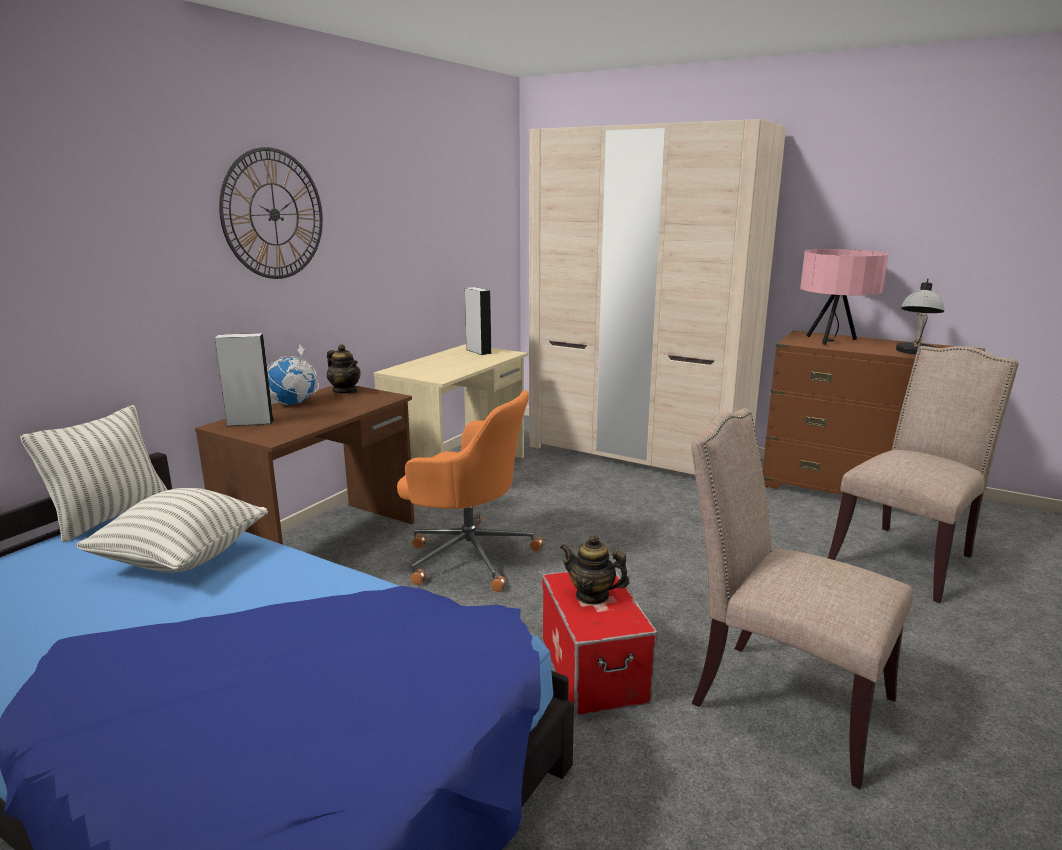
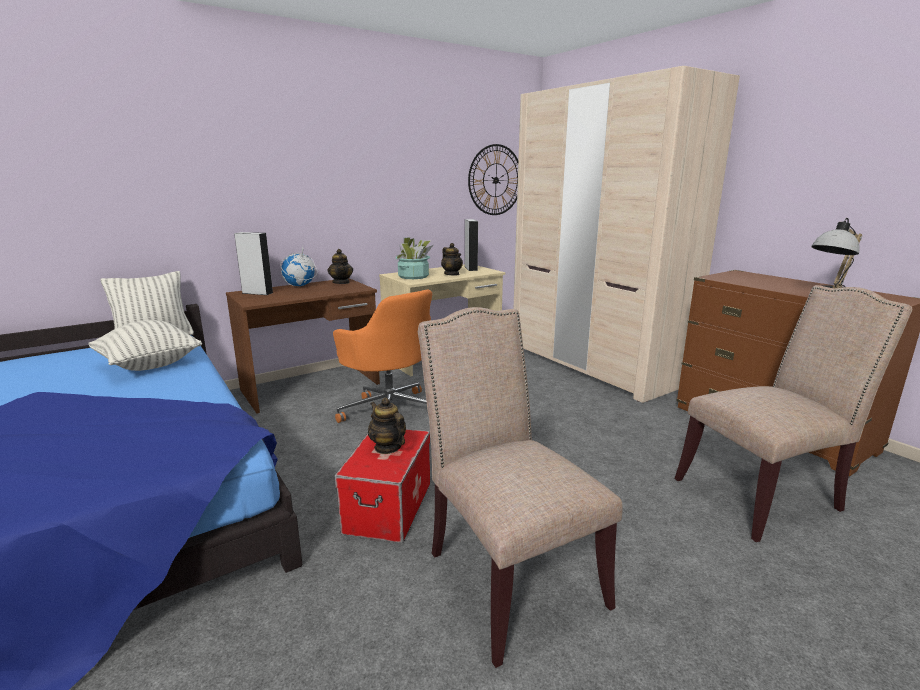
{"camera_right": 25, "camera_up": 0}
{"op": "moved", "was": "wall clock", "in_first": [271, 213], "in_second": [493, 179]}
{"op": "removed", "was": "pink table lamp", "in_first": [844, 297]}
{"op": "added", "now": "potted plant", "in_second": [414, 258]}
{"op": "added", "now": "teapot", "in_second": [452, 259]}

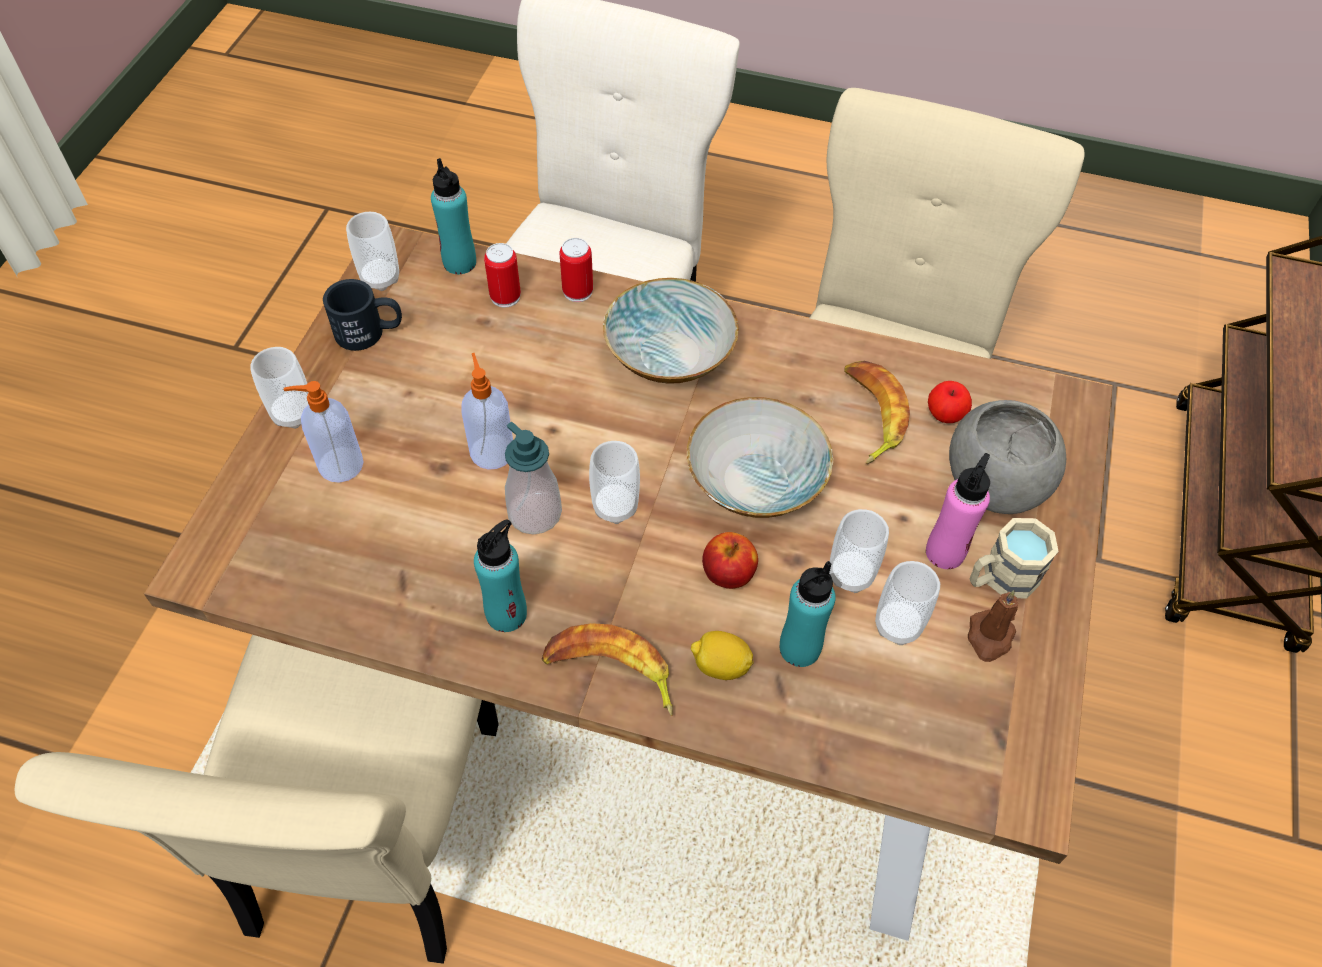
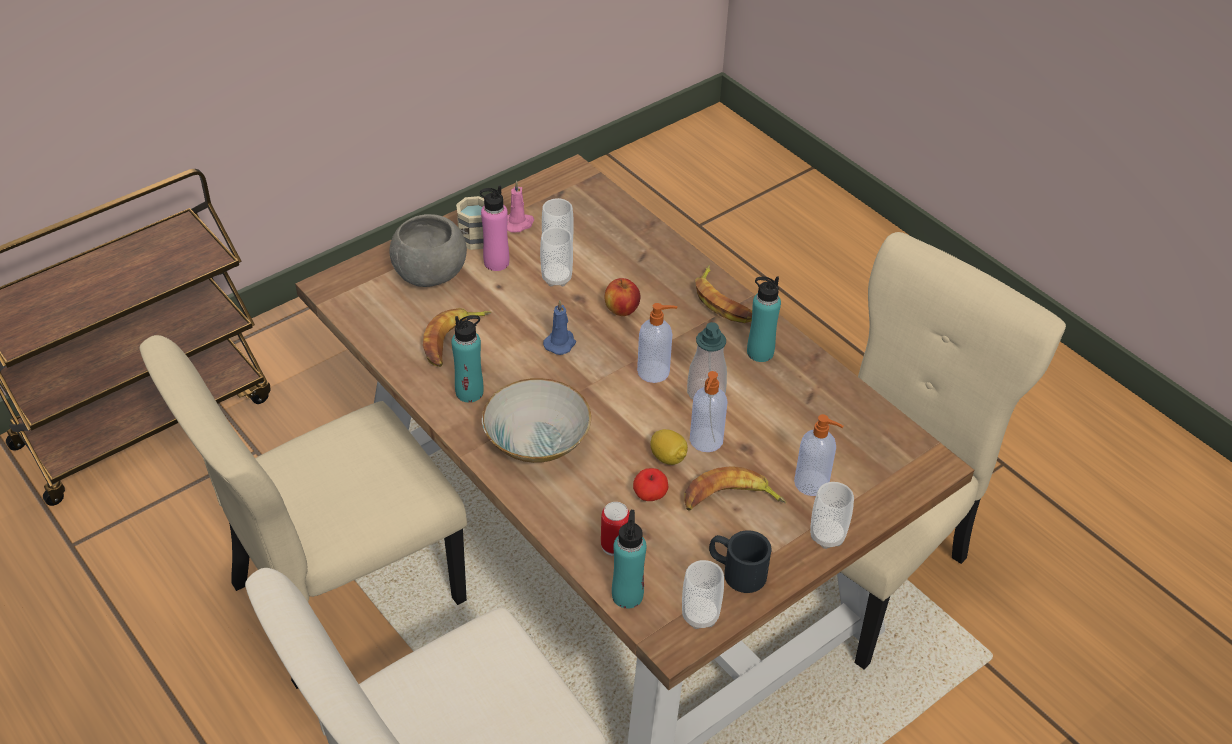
{"camera_right": -145, "camera_up": -10}
{"op": "removed", "was": "can", "in_first": [576, 270]}
{"op": "moved", "was": "apple", "in_first": [950, 402], "in_second": [650, 484]}
{"op": "replaced", "was": "bowl", "now": "blue candle", "in_first": [760, 457], "in_second": [559, 327]}
{"op": "replaced", "was": "cup", "now": "soap dispenser", "in_first": [614, 482], "in_second": [657, 343]}
{"op": "moved", "was": "turquoise bottle", "in_first": [808, 614], "in_second": [467, 358]}
{"op": "recoloured", "was": "brown candle", "now": "pink candle", "in_first": [993, 626], "in_second": [520, 207]}
{"op": "moved", "was": "lemon", "in_first": [722, 655], "in_second": [669, 447]}
{"op": "added", "now": "banana", "in_second": [735, 488]}

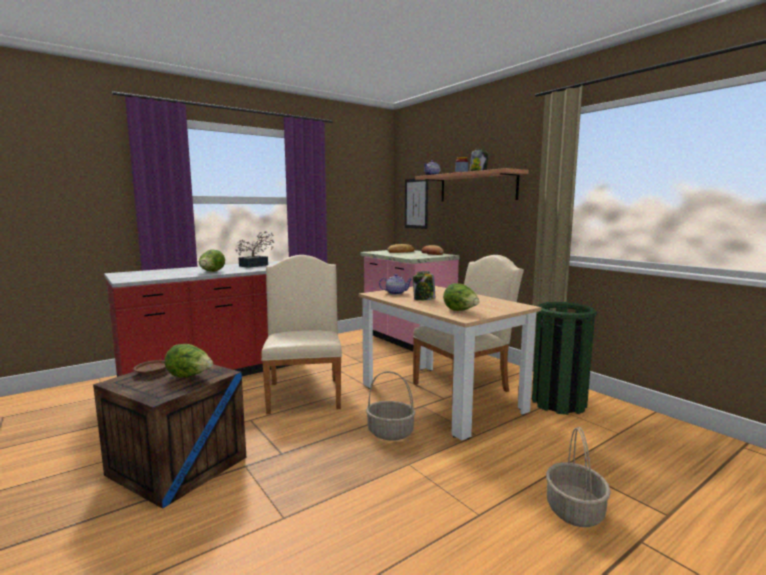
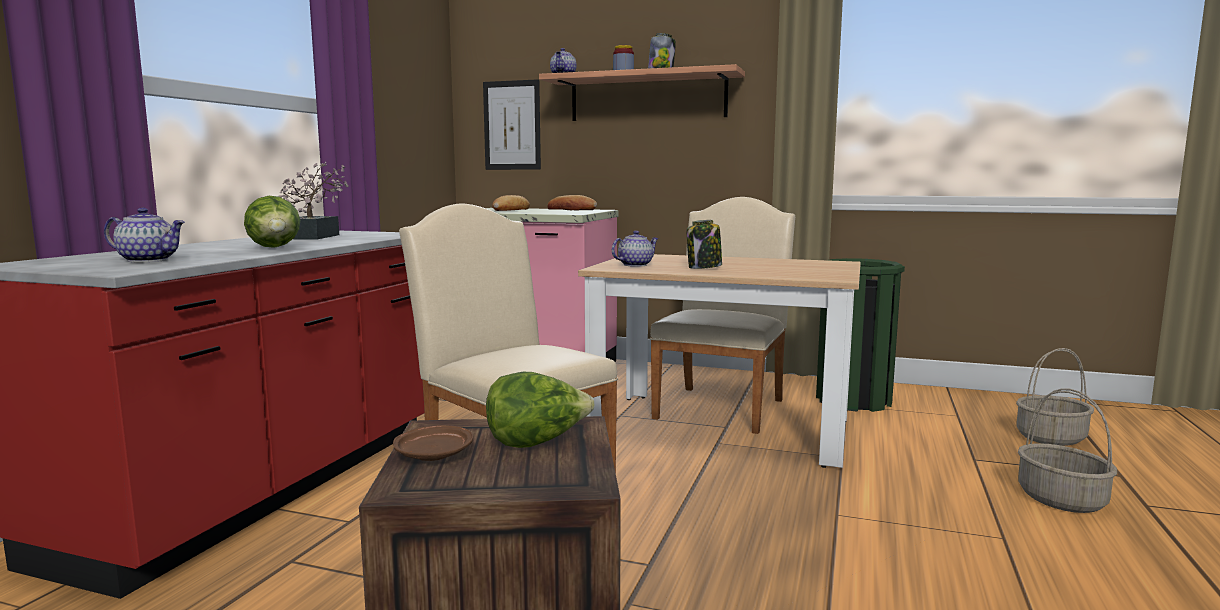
{"camera_right": -35, "camera_up": 0}
{"op": "removed", "was": "lettuce", "in_first": [461, 297]}
{"op": "moved", "was": "basket", "in_first": [390, 406], "in_second": [1055, 397]}
{"op": "added", "now": "teapot", "in_second": [144, 235]}

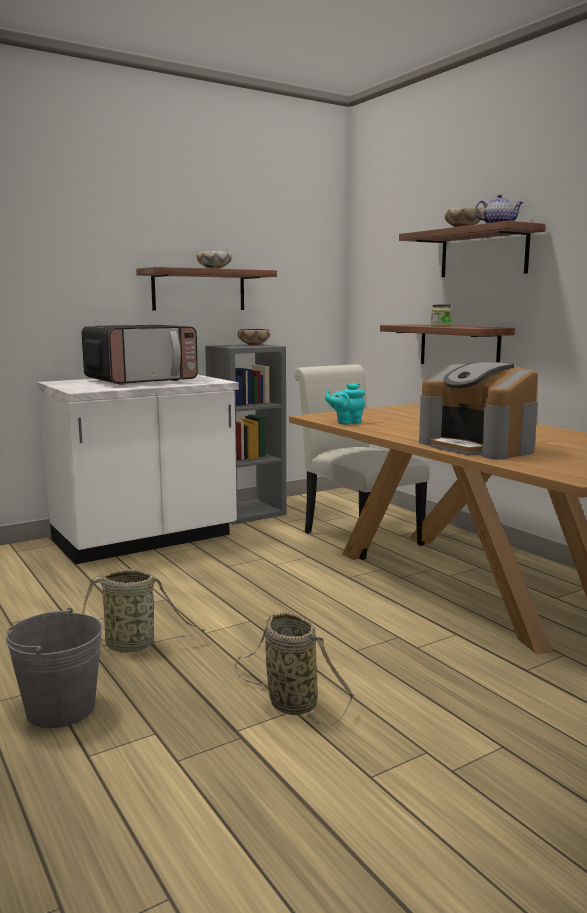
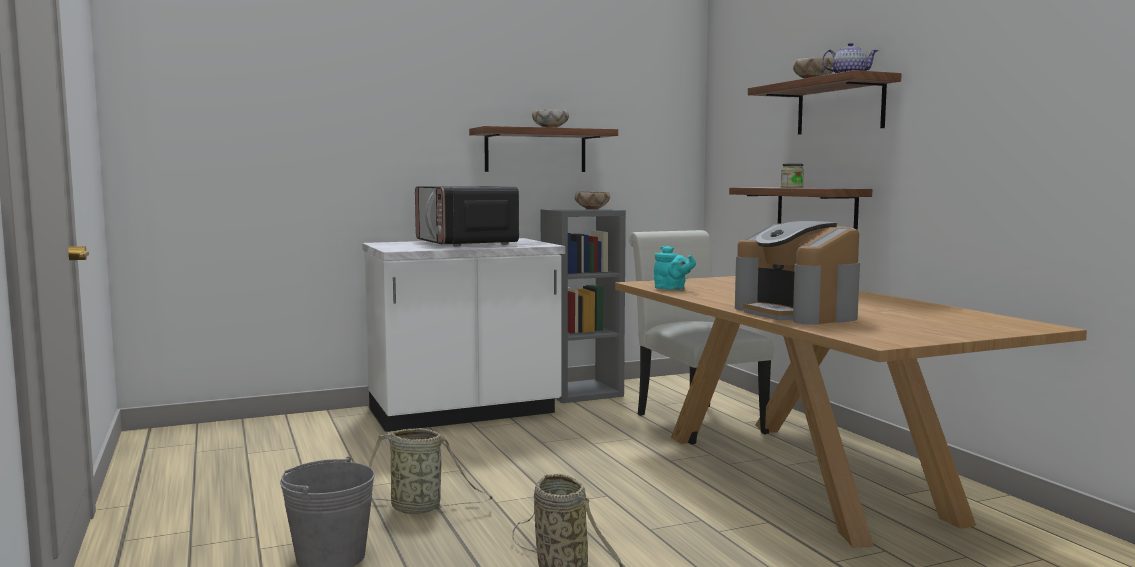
{"camera_right": 10, "camera_up": -5}
{"op": "turned", "was": "microwave", "in_first": [139, 355], "in_second": [467, 216], "clockwise": 90}
{"op": "turned", "was": "turquoise teapot", "in_first": [345, 404], "in_second": [675, 268], "clockwise": -135}

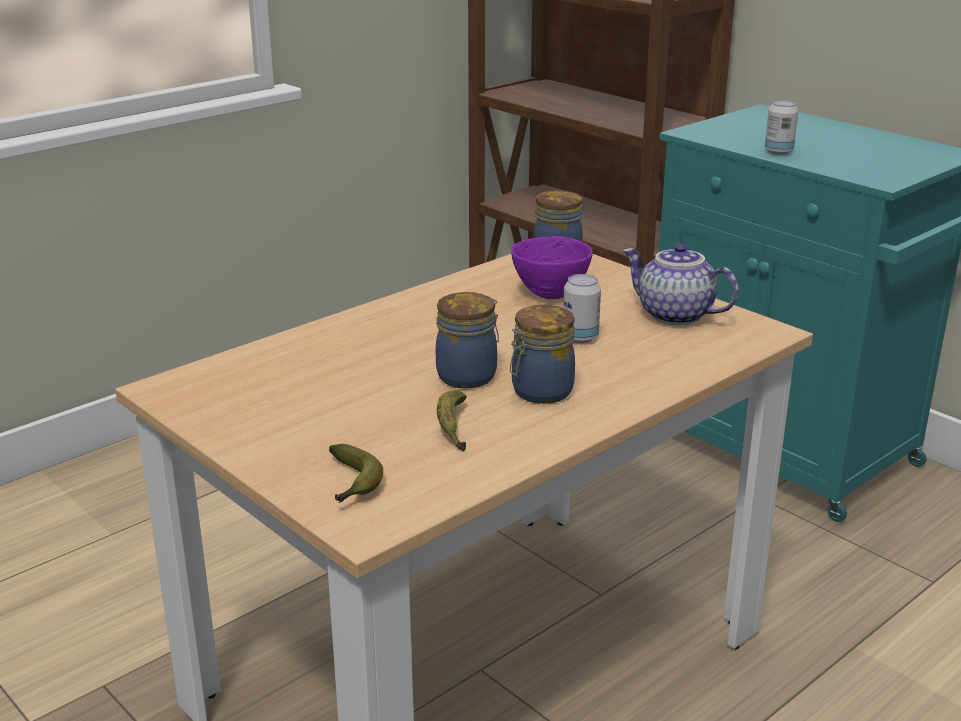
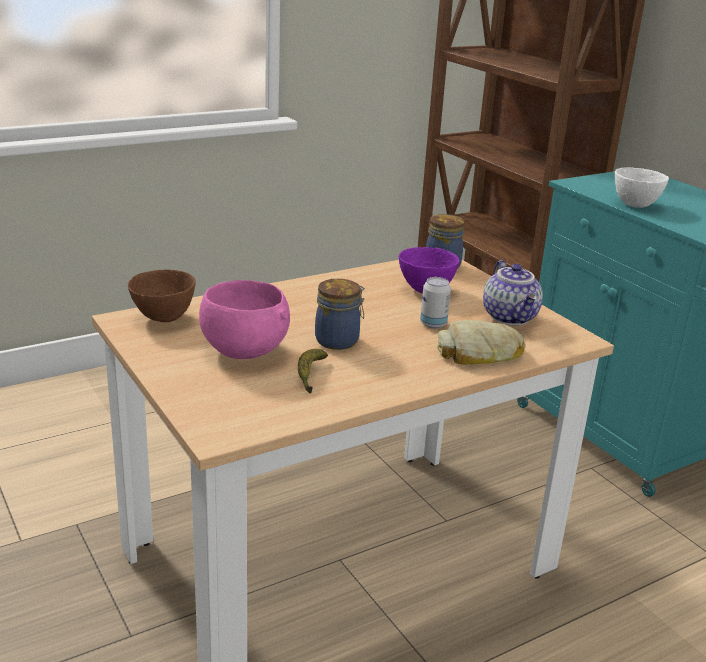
{"camera_right": 10, "camera_up": 0}
{"op": "replaced", "was": "can", "now": "white bowl", "in_first": [781, 127], "in_second": [642, 187]}
{"op": "turned", "was": "teapot", "in_first": [680, 284], "in_second": [513, 292], "clockwise": -150}
{"op": "removed", "was": "jar", "in_first": [542, 354]}
{"op": "removed", "was": "banana", "in_first": [356, 473]}
{"op": "added", "now": "brown bowl", "in_second": [162, 295]}
{"op": "added", "now": "pink bowl", "in_second": [244, 319]}
{"op": "added", "now": "bread", "in_second": [481, 342]}

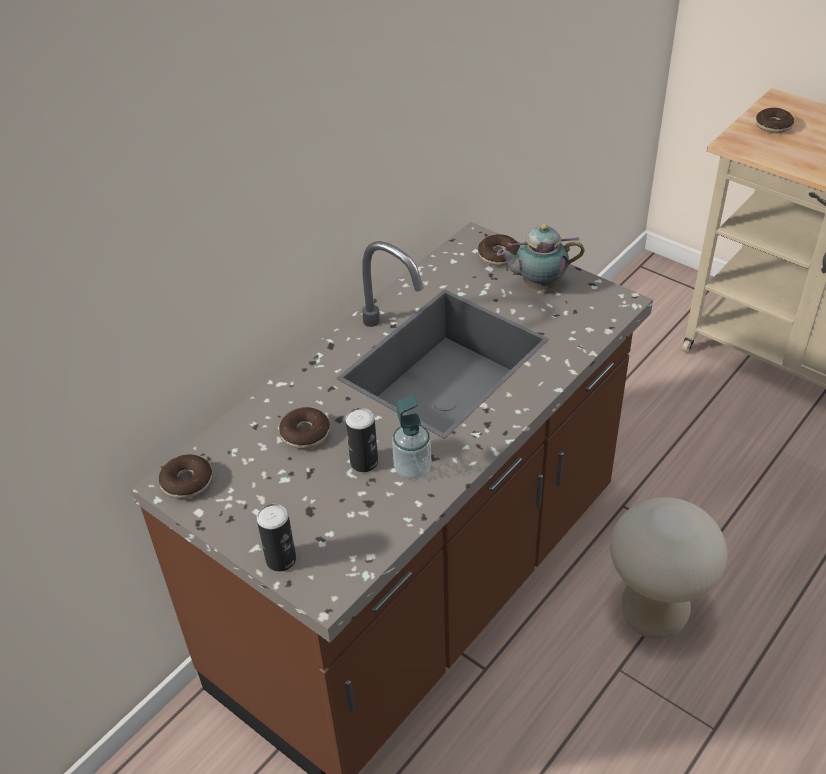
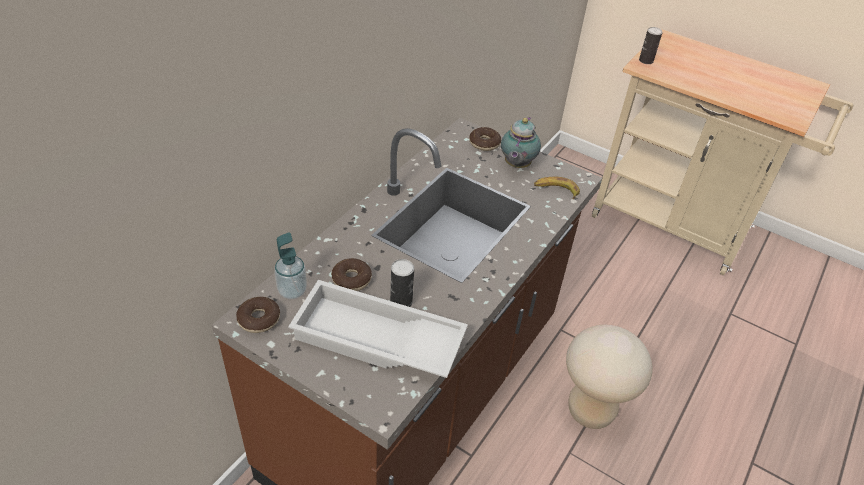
{"camera_right": -10, "camera_up": 0}
{"op": "removed", "was": "donut", "in_first": [775, 121]}
{"op": "turned", "was": "teapot", "in_first": [540, 257], "in_second": [521, 142], "clockwise": -60}
{"op": "moved", "was": "soap dispenser", "in_first": [412, 437], "in_second": [290, 265]}
{"op": "moved", "was": "can", "in_first": [276, 538], "in_second": [651, 45]}
{"op": "added", "now": "banana", "in_second": [557, 188]}
{"op": "added", "now": "white tray", "in_second": [378, 329]}

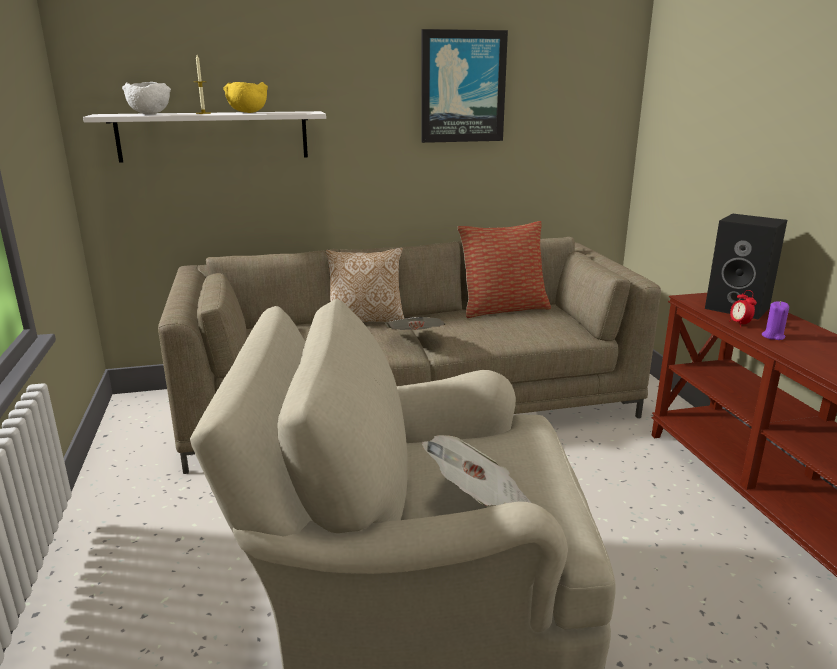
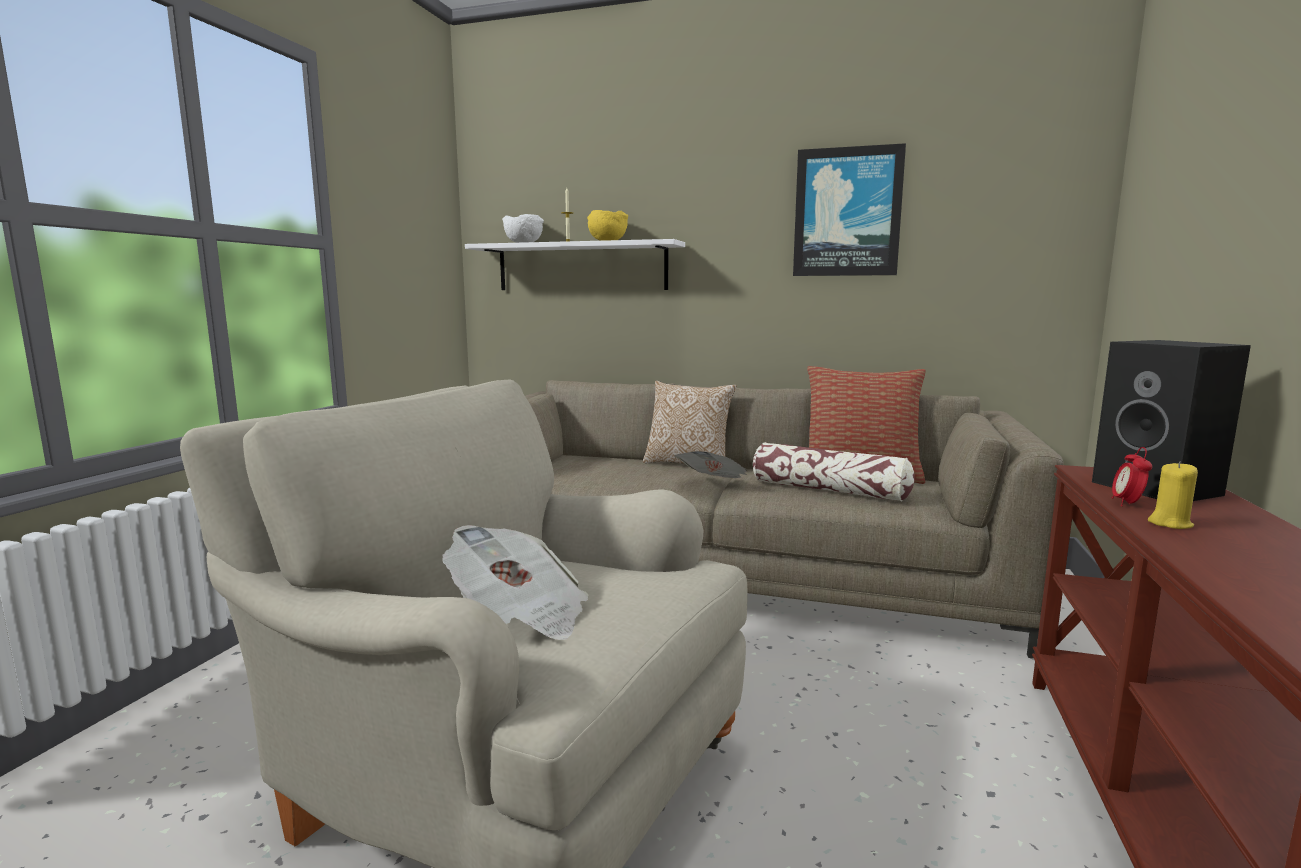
{"camera_right": 30, "camera_up": -10}
{"op": "recoloured", "was": "purple candle", "now": "yellow candle", "in_first": [775, 320], "in_second": [1173, 495]}
{"op": "added", "now": "pillow", "in_second": [834, 471]}

